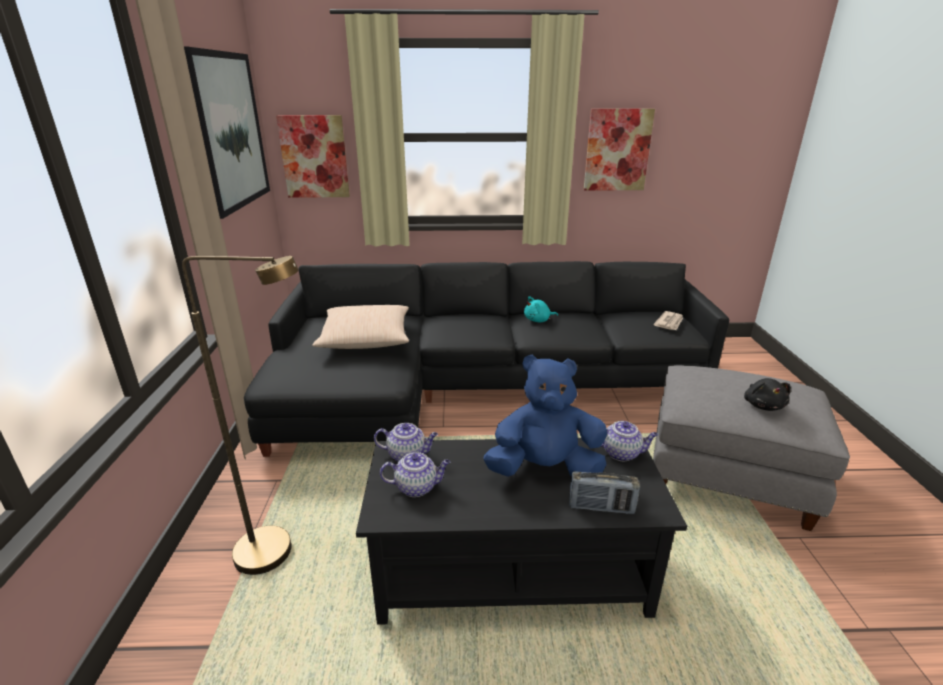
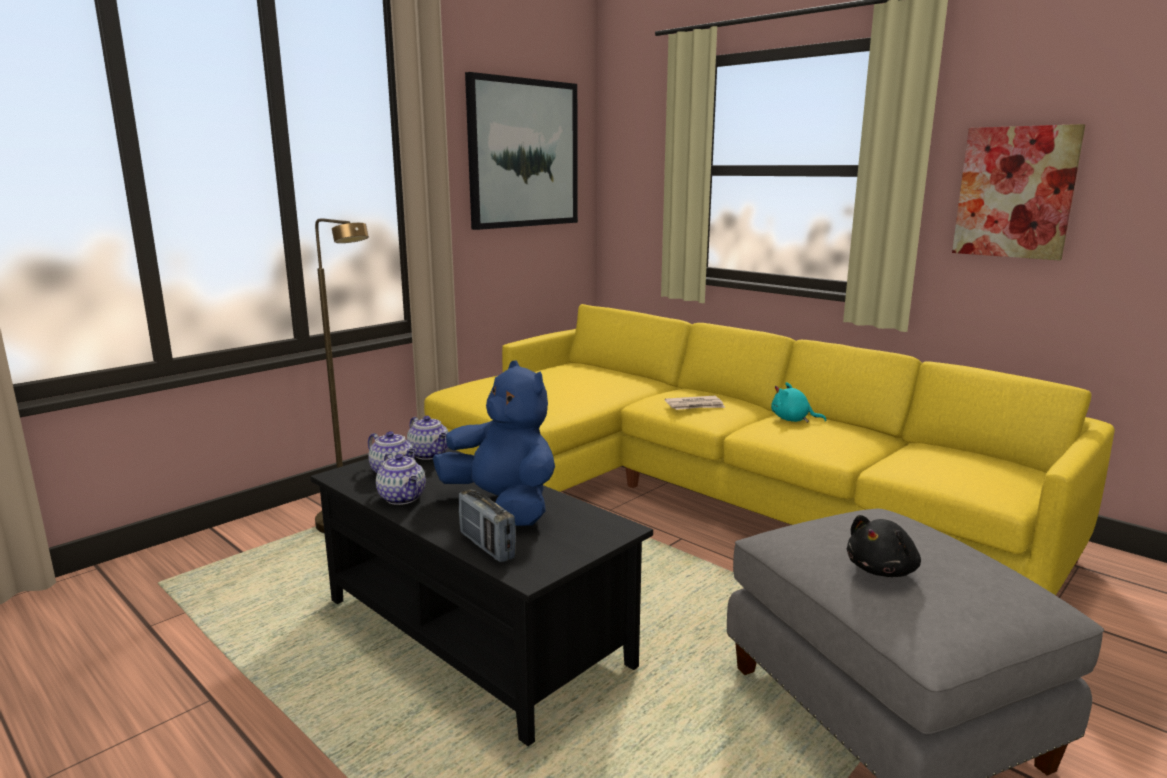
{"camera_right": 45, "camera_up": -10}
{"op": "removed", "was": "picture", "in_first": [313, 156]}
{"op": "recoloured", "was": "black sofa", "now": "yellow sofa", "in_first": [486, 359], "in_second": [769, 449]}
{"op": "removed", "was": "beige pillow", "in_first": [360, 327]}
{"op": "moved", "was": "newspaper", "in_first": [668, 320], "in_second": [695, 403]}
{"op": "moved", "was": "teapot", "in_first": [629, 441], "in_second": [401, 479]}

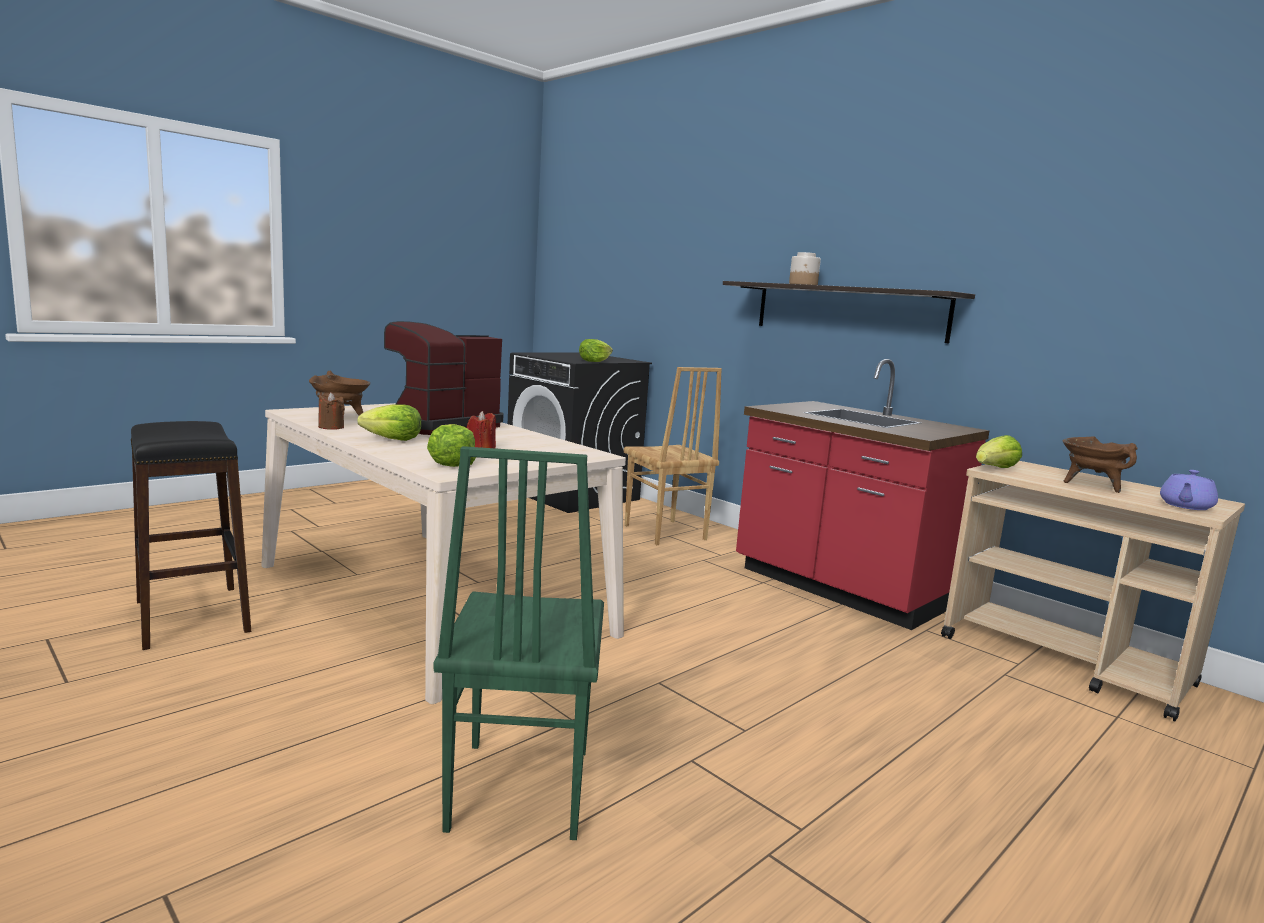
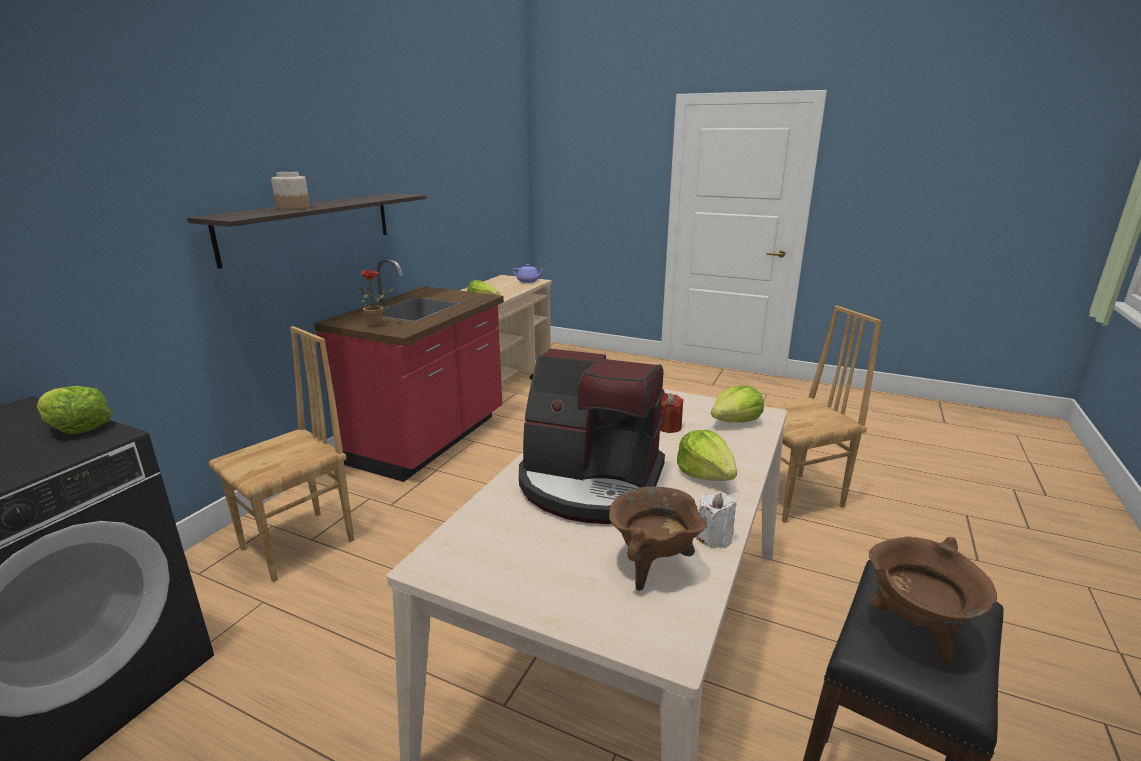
{"camera_right": -110, "camera_up": 10}
{"op": "recoloured", "was": "brown candle", "now": "white candle", "in_first": [331, 411], "in_second": [716, 520]}
{"op": "moved", "was": "brown cooking pot", "in_first": [1100, 464], "in_second": [933, 601]}
{"op": "recoloured", "was": "green chair", "now": "brown chair", "in_first": [518, 643], "in_second": [822, 414]}
{"op": "added", "now": "potted plant", "in_second": [376, 298]}

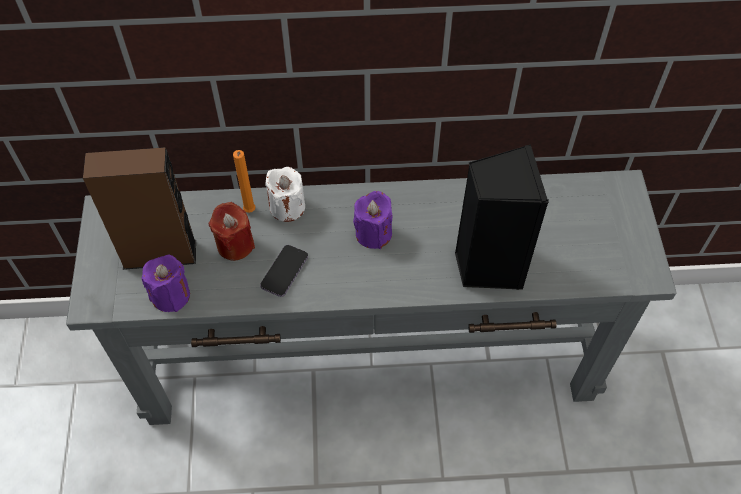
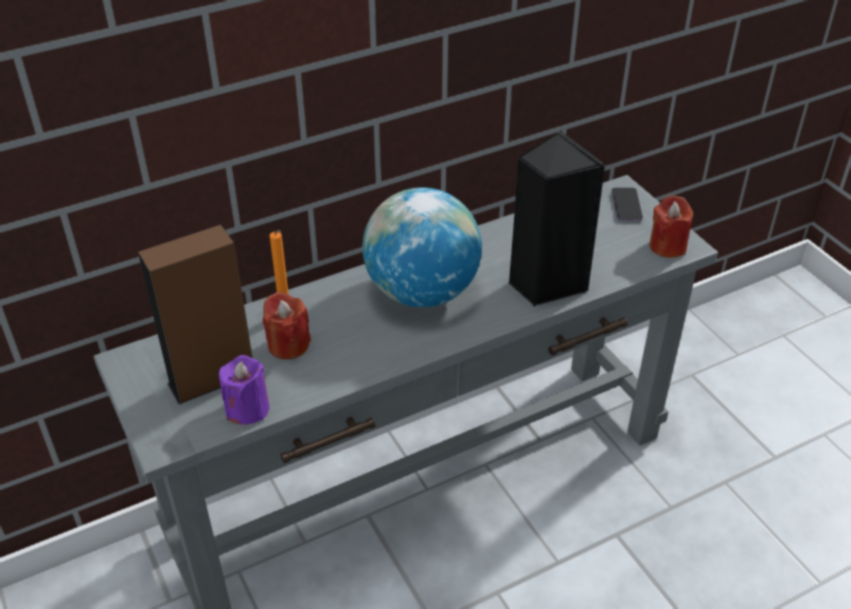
{"camera_right": -25, "camera_up": -15}
{"op": "removed", "was": "white candle", "in_first": [285, 194]}
{"op": "replaced", "was": "purple candle", "now": "globe", "in_first": [373, 220], "in_second": [422, 247]}
{"op": "moved", "was": "phone", "in_first": [284, 271], "in_second": [627, 204]}
{"op": "added", "now": "red candle", "in_second": [671, 226]}

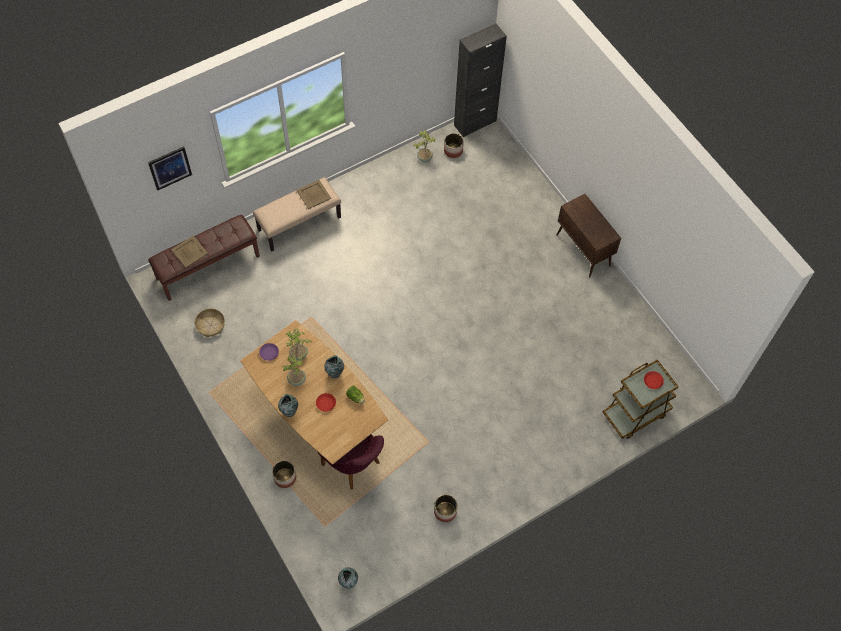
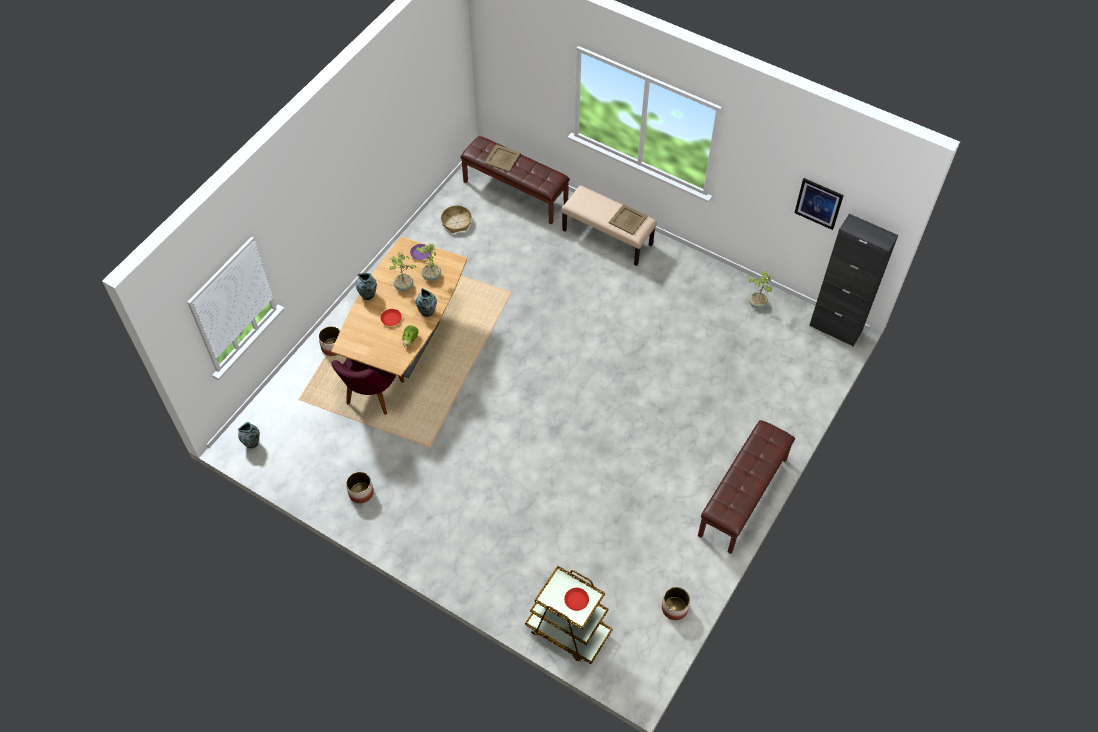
{"camera_right": 65, "camera_up": -5}
{"op": "moved", "was": "planter", "in_first": [454, 145], "in_second": [676, 603]}
{"op": "moved", "was": "picture", "in_first": [170, 168], "in_second": [819, 204]}
{"op": "replaced", "was": "brown cabinet", "now": "brown bench", "in_first": [588, 236], "in_second": [746, 487]}

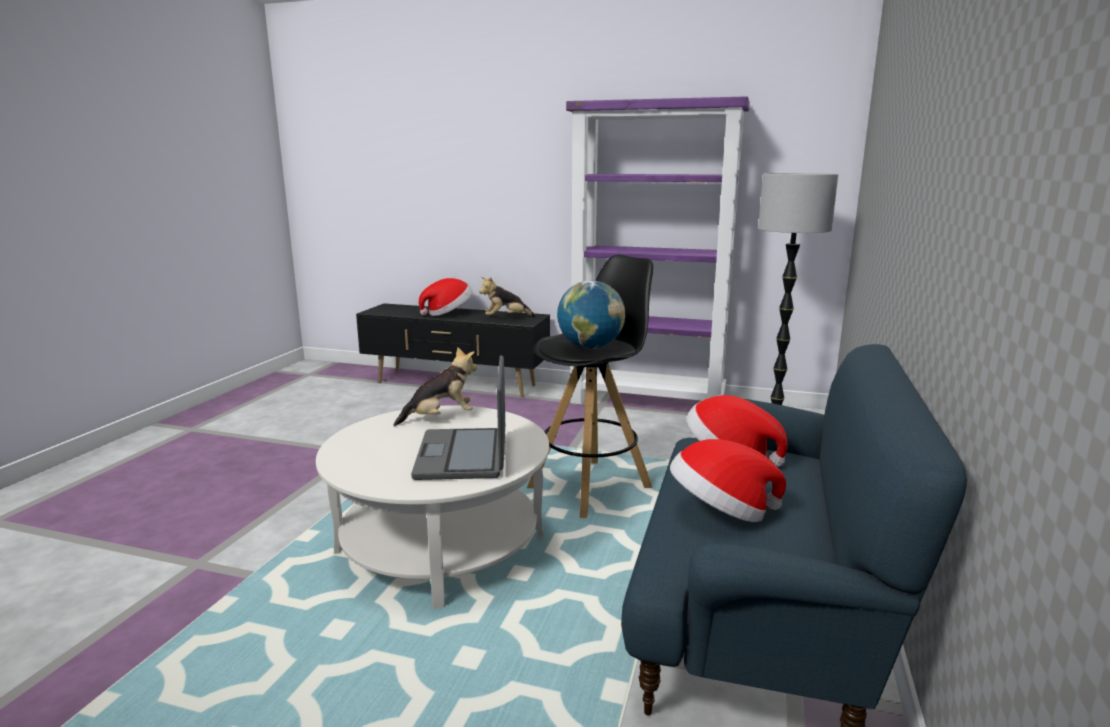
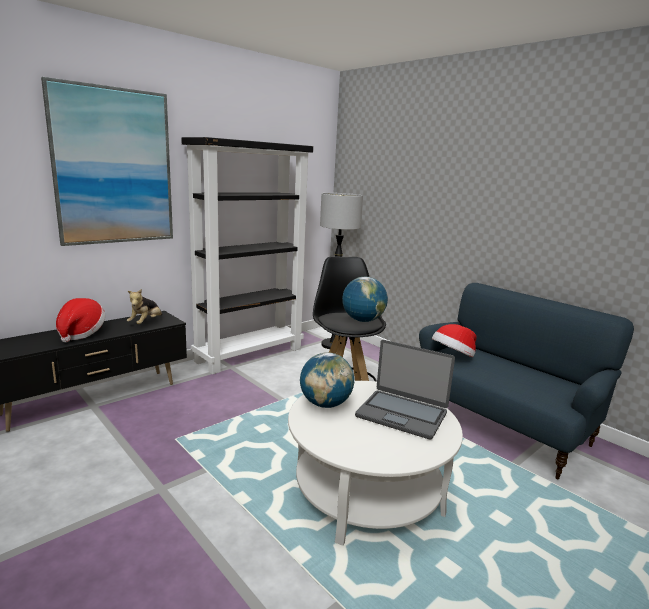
{"camera_right": -60, "camera_up": 0}
{"op": "recoloured", "was": "purple bookcase", "now": "black bookcase", "in_first": [658, 250], "in_second": [247, 255]}
{"op": "replaced", "was": "plush toy", "now": "globe", "in_first": [435, 386], "in_second": [327, 380]}
{"op": "removed", "was": "hat", "in_first": [728, 480]}
{"op": "added", "now": "picture", "in_second": [107, 161]}

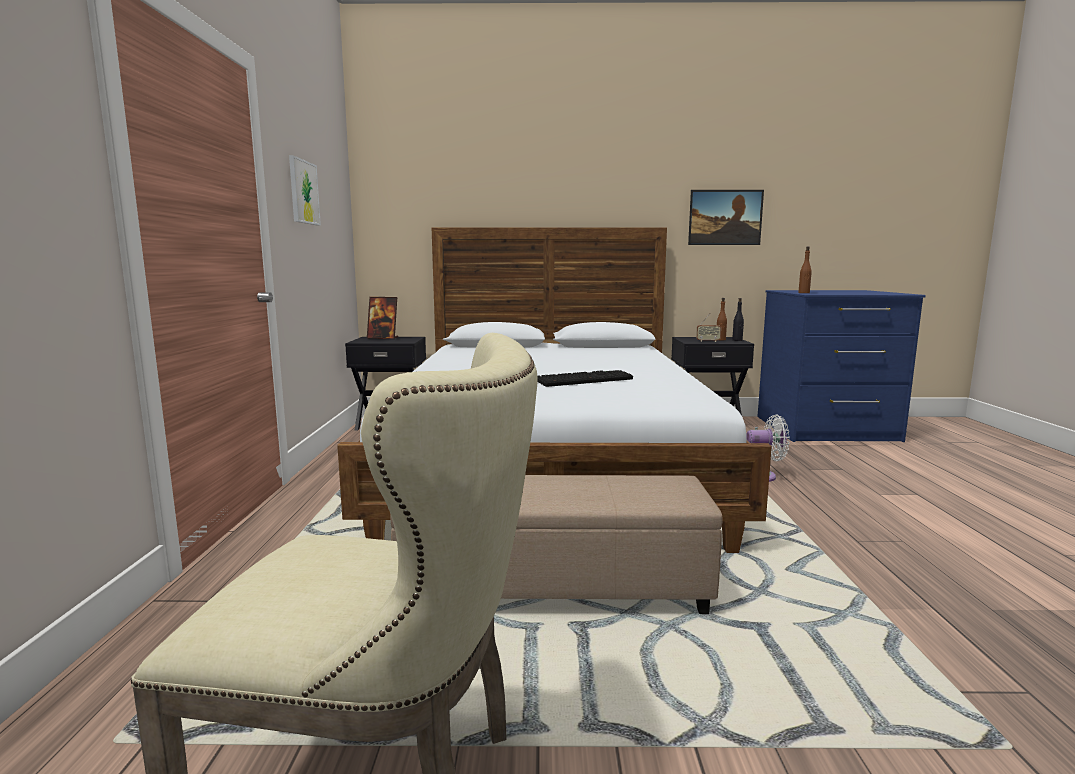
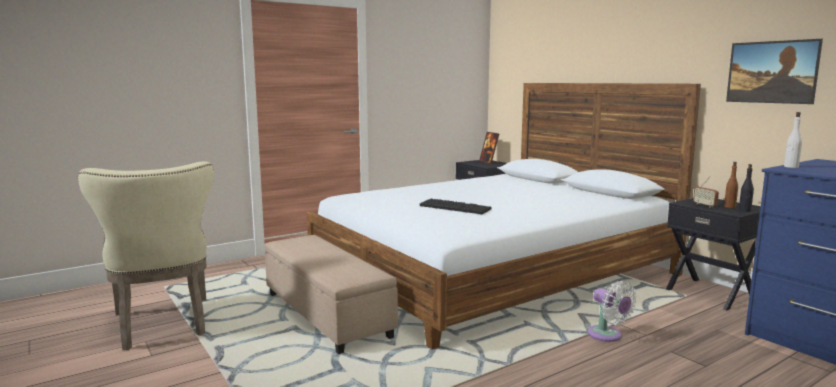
{"camera_right": 55, "camera_up": 0}
{"op": "removed", "was": "picture", "in_first": [305, 190]}
{"op": "recoloured", "was": "brown bottle", "now": "white bottle", "in_first": [805, 269], "in_second": [793, 140]}

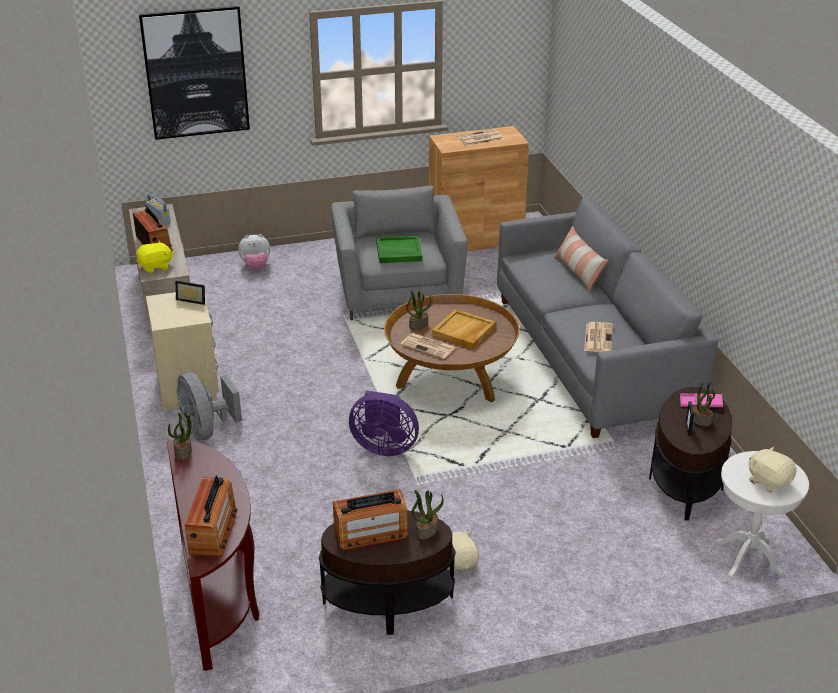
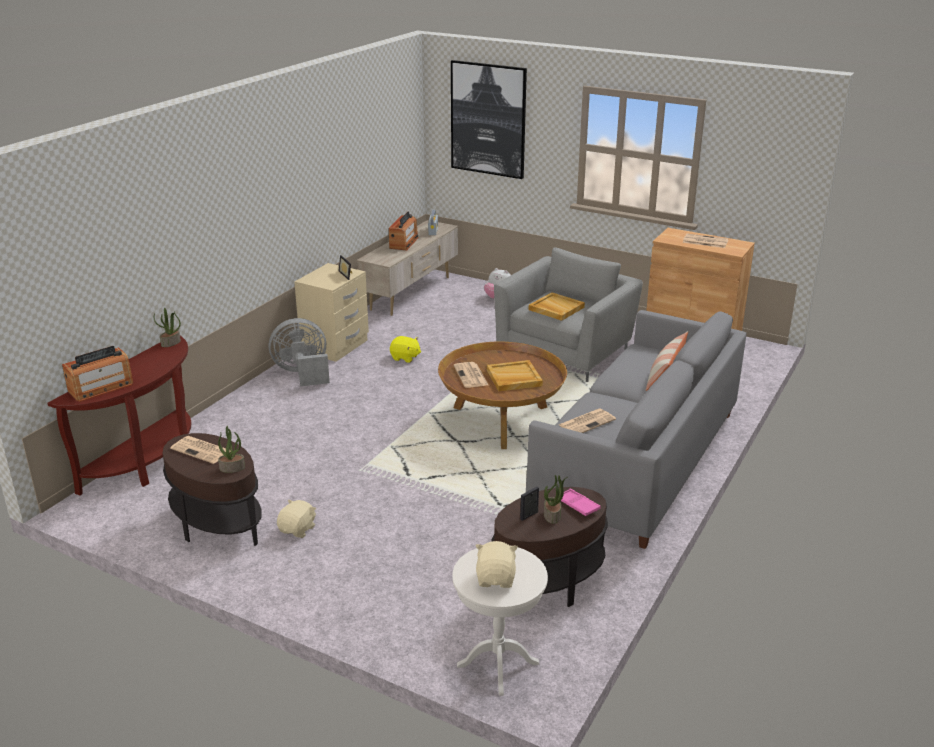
{"camera_right": 45, "camera_up": -5}
{"op": "recoloured", "was": "green tray", "now": "beige tray", "in_first": [399, 249], "in_second": [557, 306]}
{"op": "moved", "was": "yellow plush toy", "in_first": [155, 257], "in_second": [405, 349]}
{"op": "removed", "was": "potted plant", "in_first": [419, 310]}
{"op": "turned", "was": "grey fan", "in_first": [209, 406], "in_second": [299, 352], "clockwise": 60}
{"op": "removed", "was": "purple fan", "in_first": [384, 423]}
{"op": "replaced", "was": "radio", "now": "newspaper", "in_first": [370, 519], "in_second": [200, 450]}

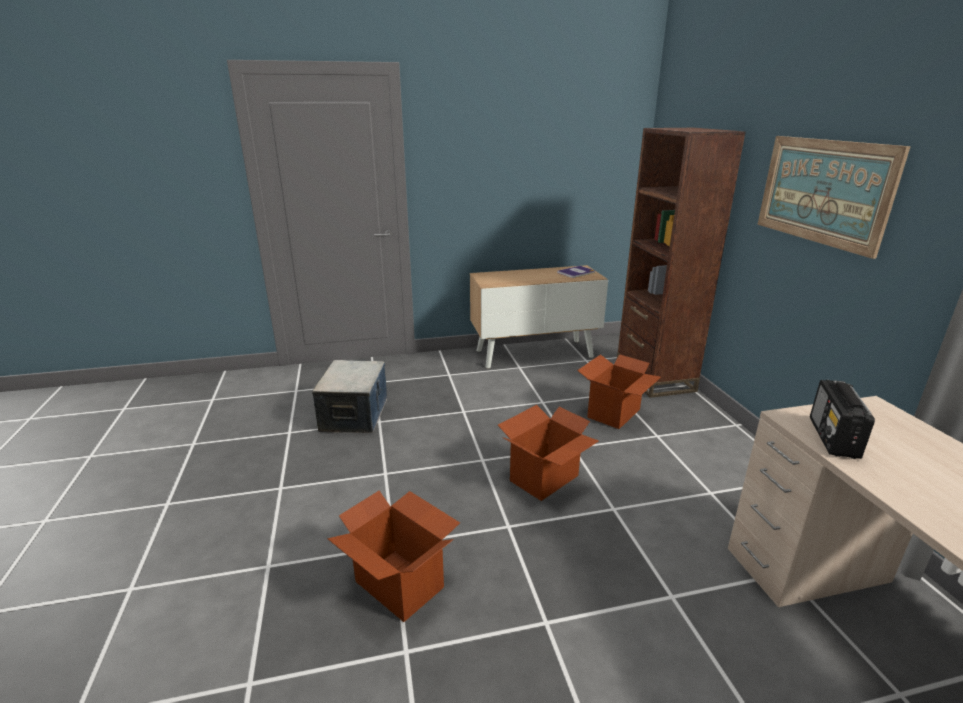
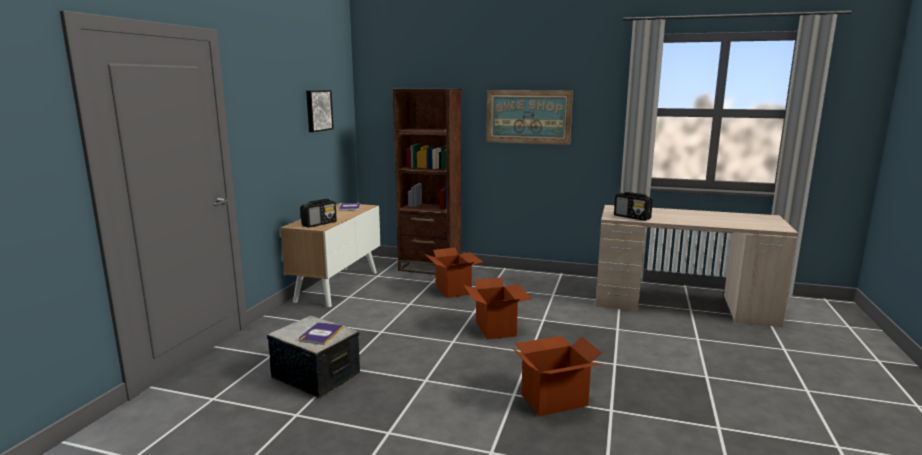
{"camera_right": -60, "camera_up": -10}
{"op": "added", "now": "picture", "in_second": [320, 111]}
{"op": "added", "now": "radio", "in_second": [318, 213]}
{"op": "added", "now": "book", "in_second": [321, 333]}

